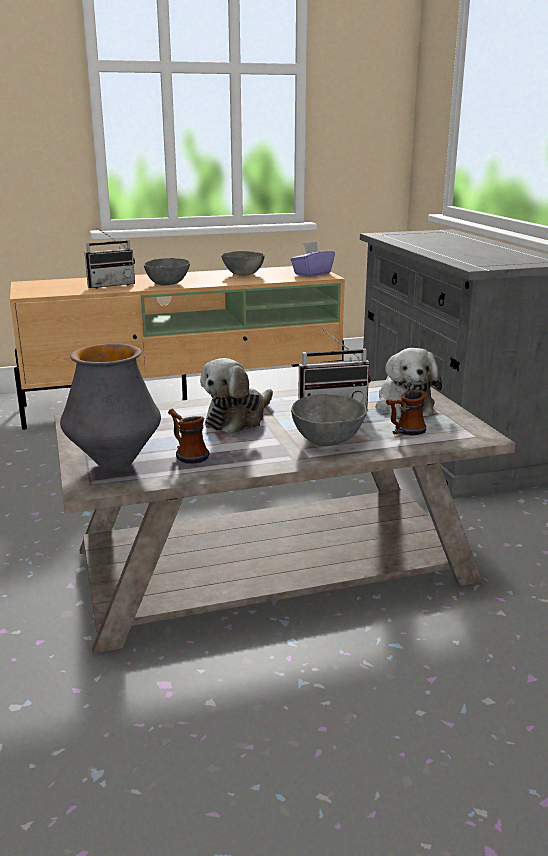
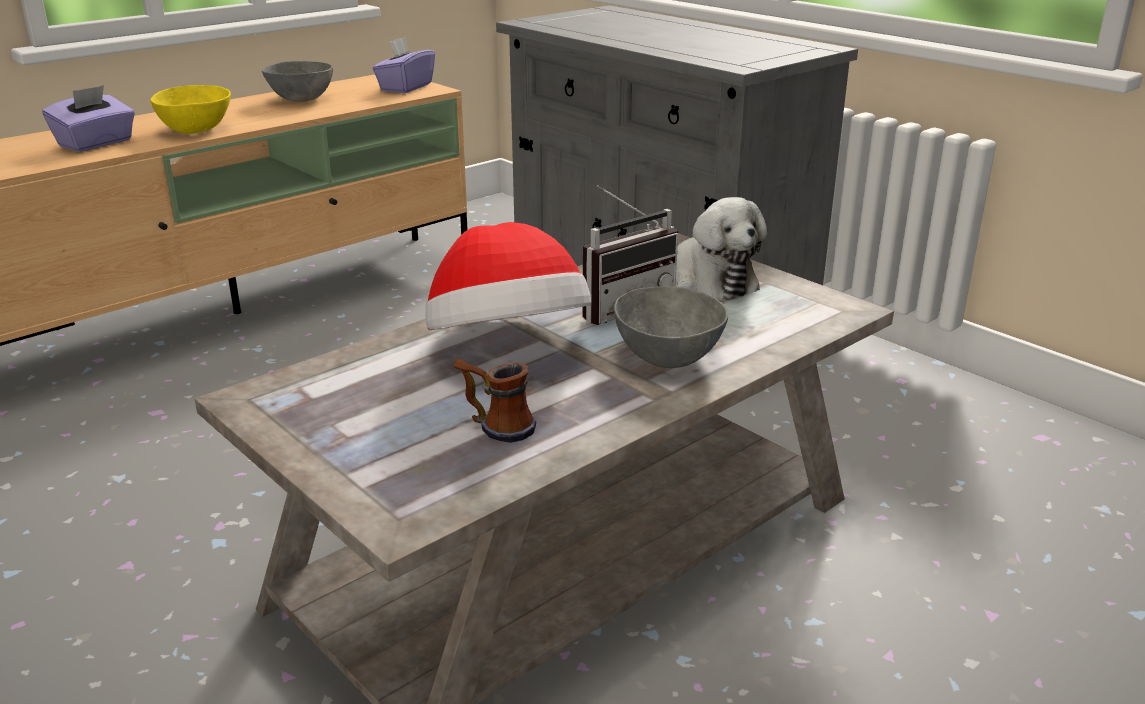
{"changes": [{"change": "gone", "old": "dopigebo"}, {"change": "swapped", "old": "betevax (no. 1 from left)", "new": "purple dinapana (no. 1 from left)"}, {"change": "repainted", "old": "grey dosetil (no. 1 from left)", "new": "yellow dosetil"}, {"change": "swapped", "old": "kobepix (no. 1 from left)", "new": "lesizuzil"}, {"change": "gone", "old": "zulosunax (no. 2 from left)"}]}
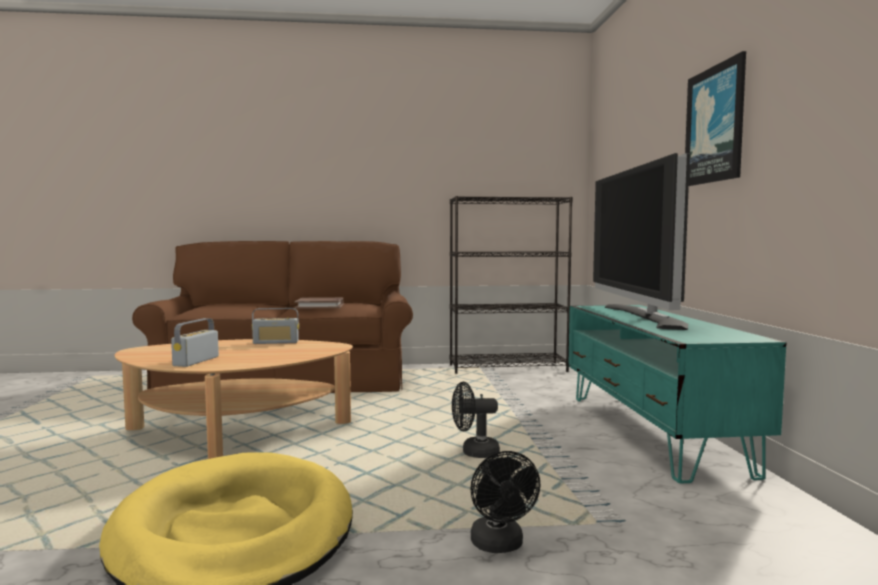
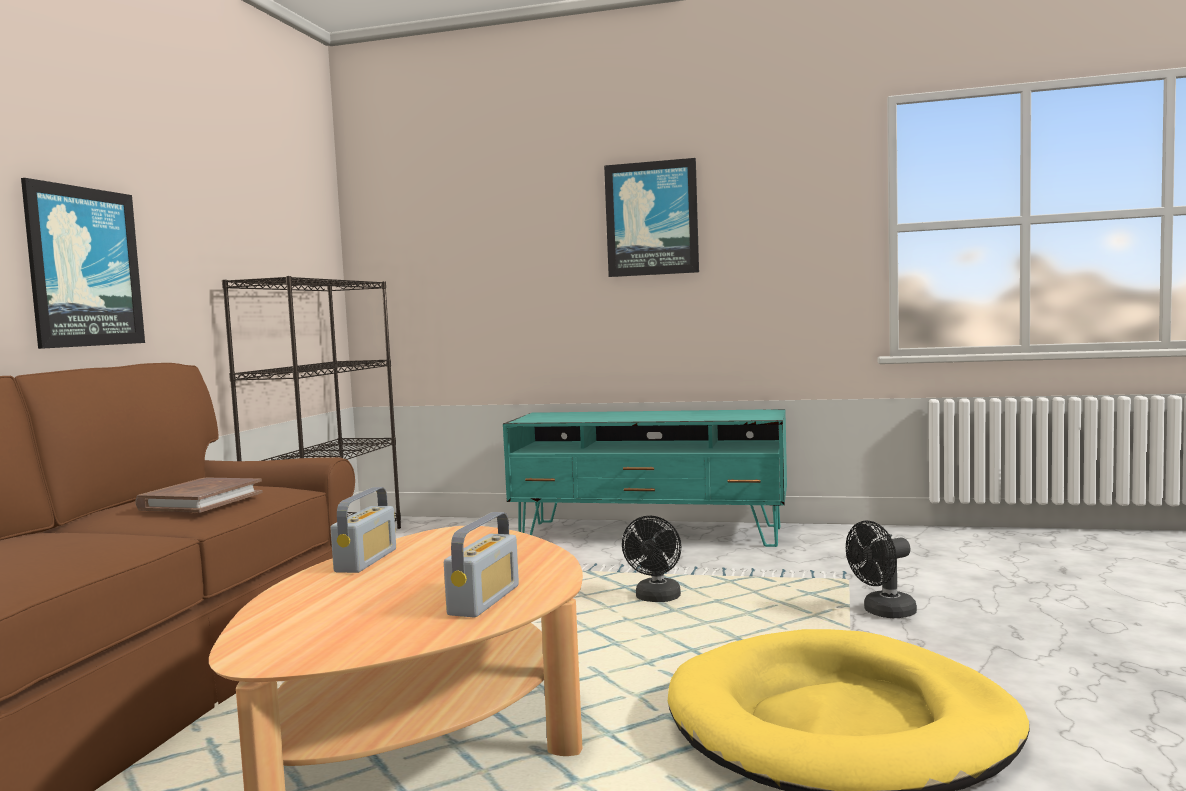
{"changes": [{"change": "rotated", "old": "betevax (no. 1 from left in the first image)", "degrees": -105}, {"change": "rotated", "old": "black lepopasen (no. 2 from left)", "degrees": 150}, {"change": "gone", "old": "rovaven"}, {"change": "new", "new": "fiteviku (no. 1 from left)"}]}
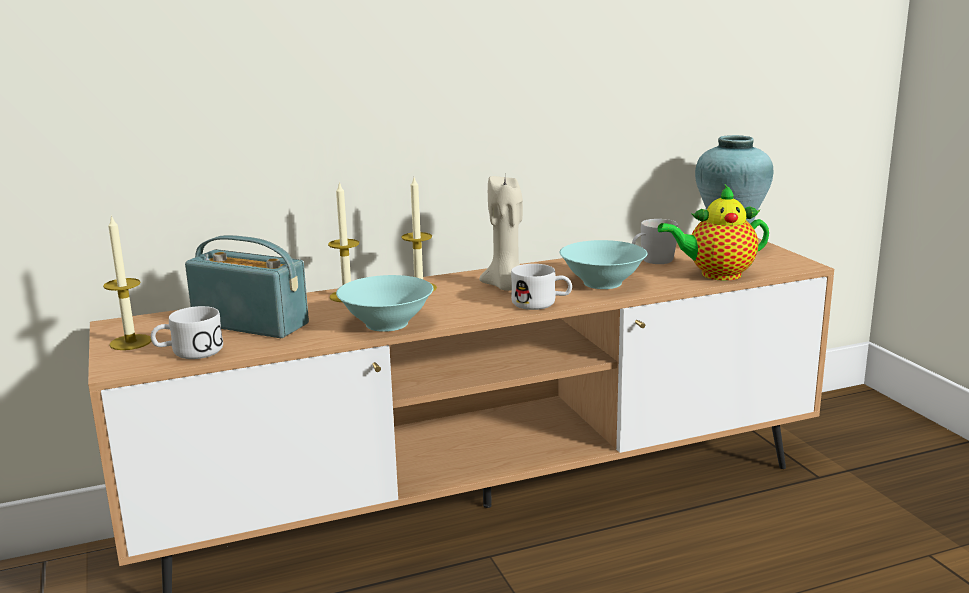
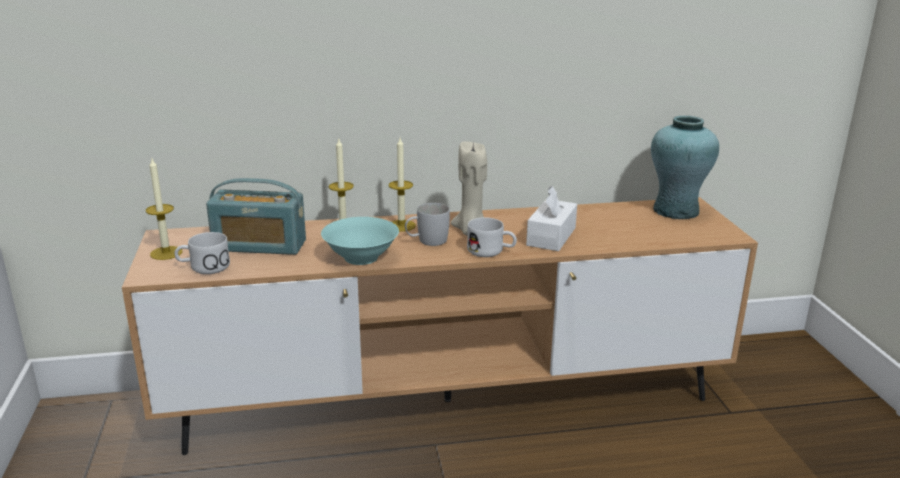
{"changes": [{"change": "rotated", "old": "betevax", "degrees": 150}, {"change": "swapped", "old": "turquoise dosetil (no. 2 from left)", "new": "white dinapana"}, {"change": "shifted", "old": "white zulosunax (no. 3 from left in the first image)", "new": "white zulosunax (no. 2 from left)"}, {"change": "gone", "old": "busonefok"}]}
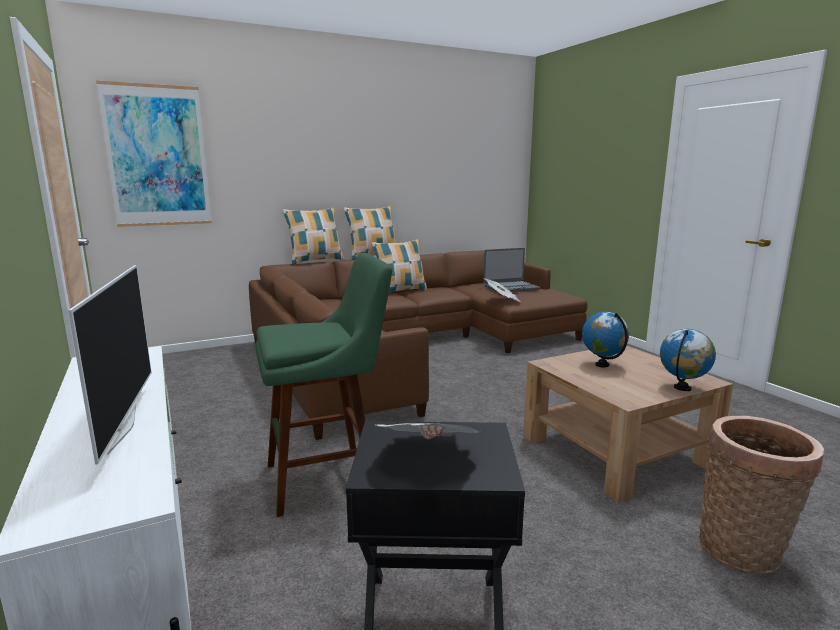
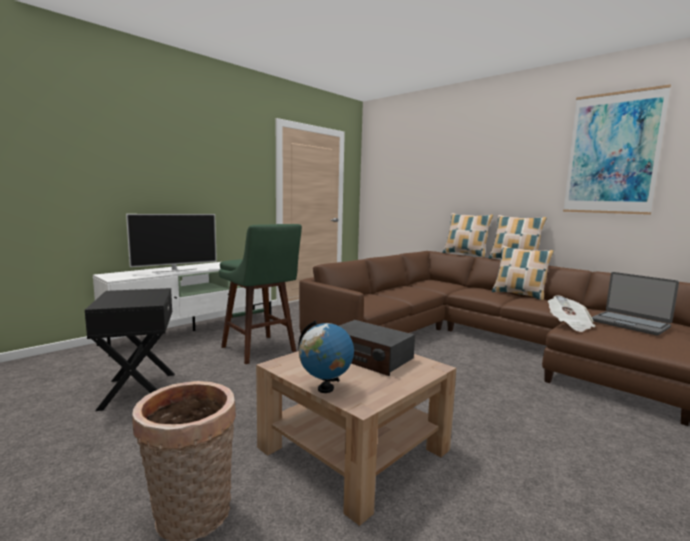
{"changes": [{"change": "shifted", "old": "fiteviku"}, {"change": "gone", "old": "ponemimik (no. 1 from left)"}, {"change": "swapped", "old": "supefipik (no. 1 from left)", "new": "betevax"}]}
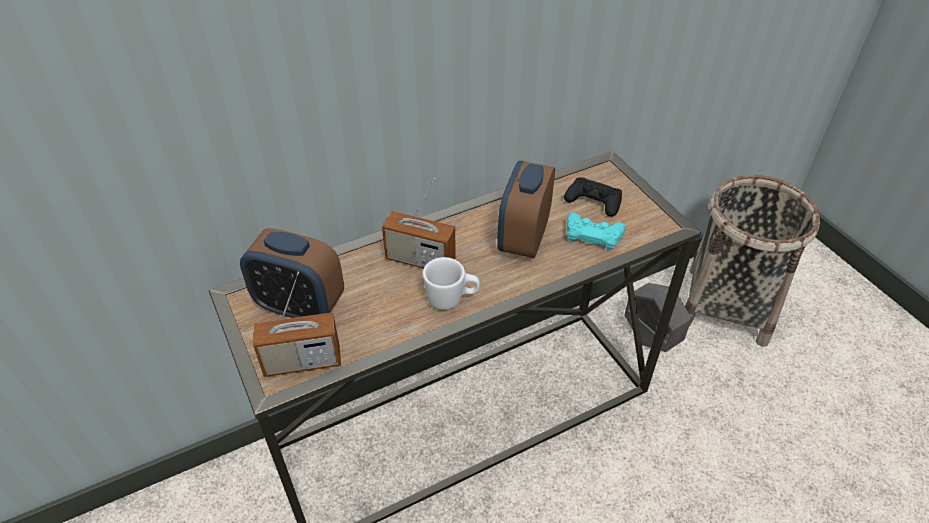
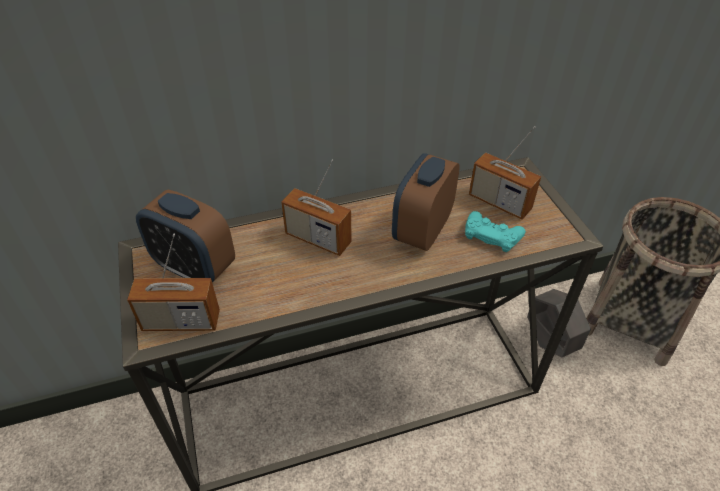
{"changes": [{"change": "gone", "old": "white zulosunax"}, {"change": "swapped", "old": "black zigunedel", "new": "betevax (no. 3 from left)"}]}
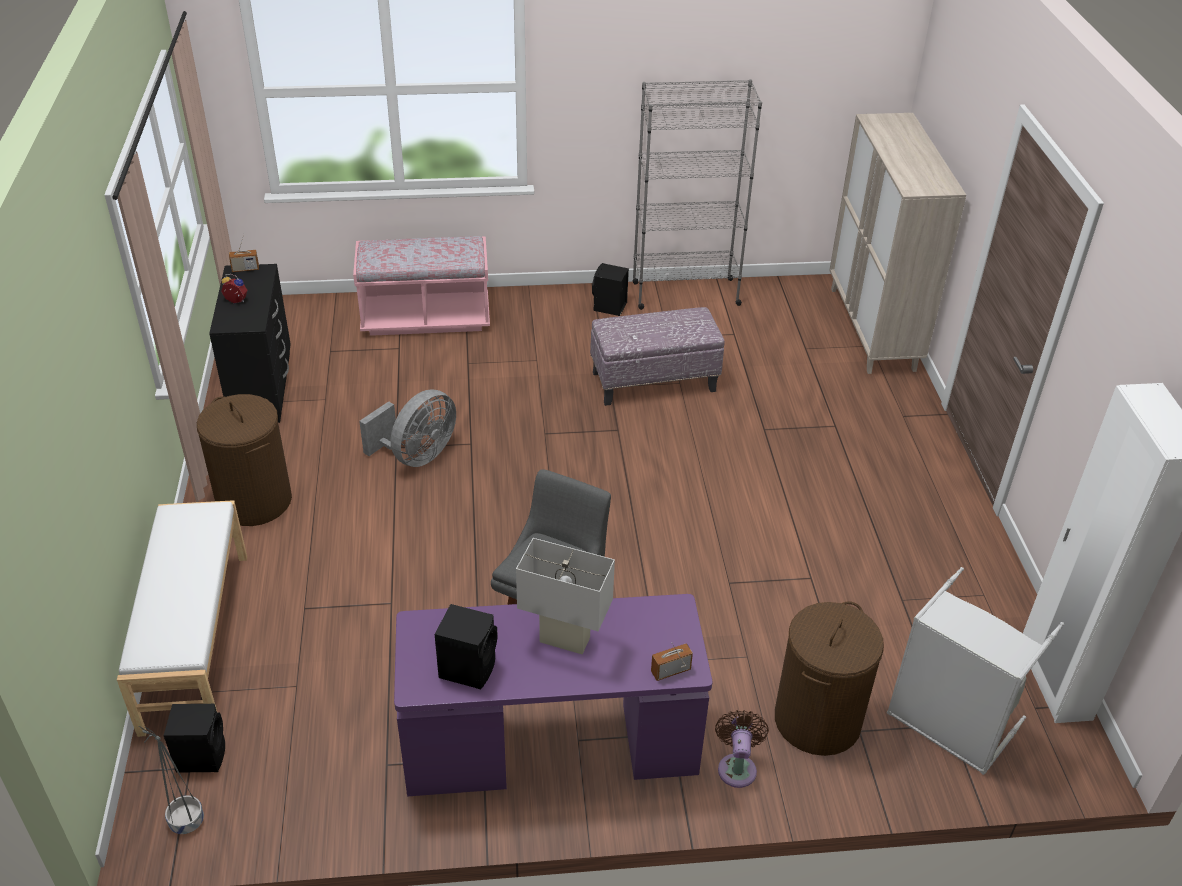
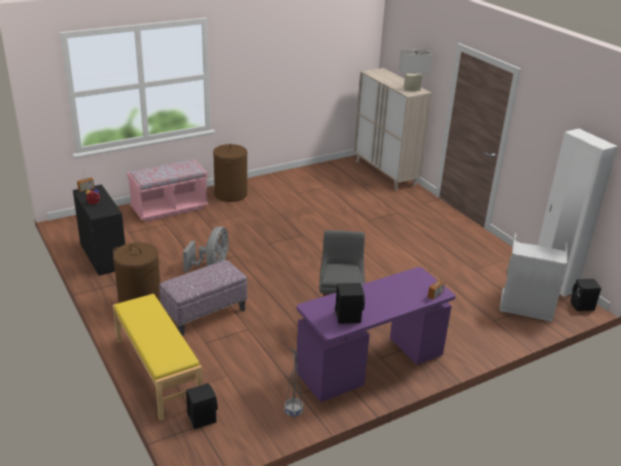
{"changes": [{"change": "repainted", "old": "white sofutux", "new": "yellow sofutux"}, {"change": "shifted", "old": "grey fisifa"}, {"change": "shifted", "old": "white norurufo"}, {"change": "shifted", "old": "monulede"}, {"change": "shifted", "old": "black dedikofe (no. 3 from left)"}, {"change": "gone", "old": "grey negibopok"}, {"change": "gone", "old": "brown lepopasen"}, {"change": "shifted", "old": "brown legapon (no. 2 from left)"}]}
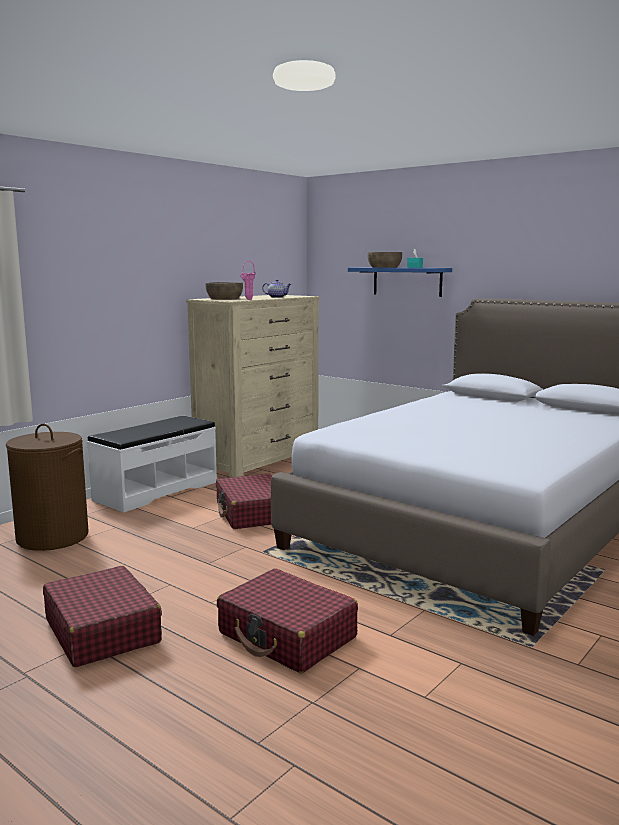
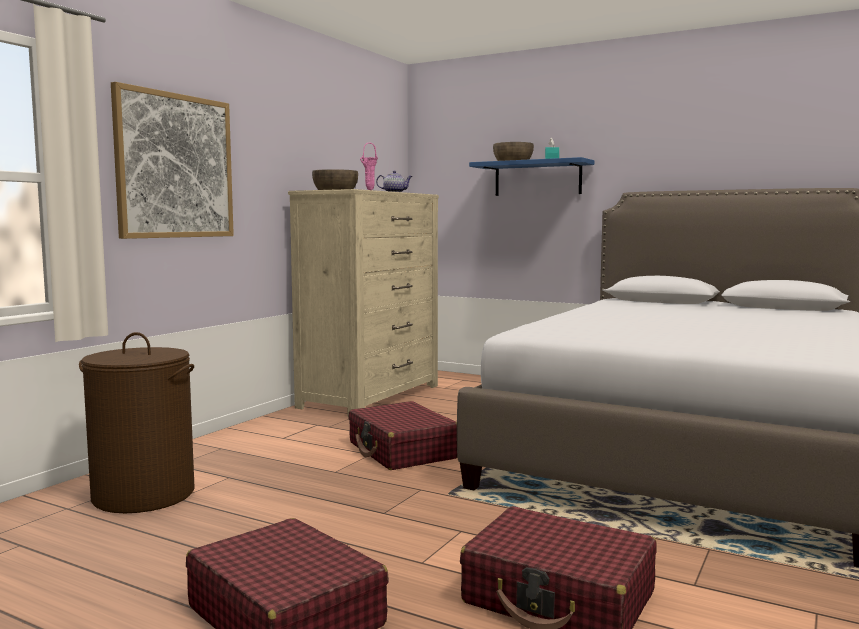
{"changes": [{"change": "gone", "old": "white sofutux"}, {"change": "new", "new": "fiteviku"}]}
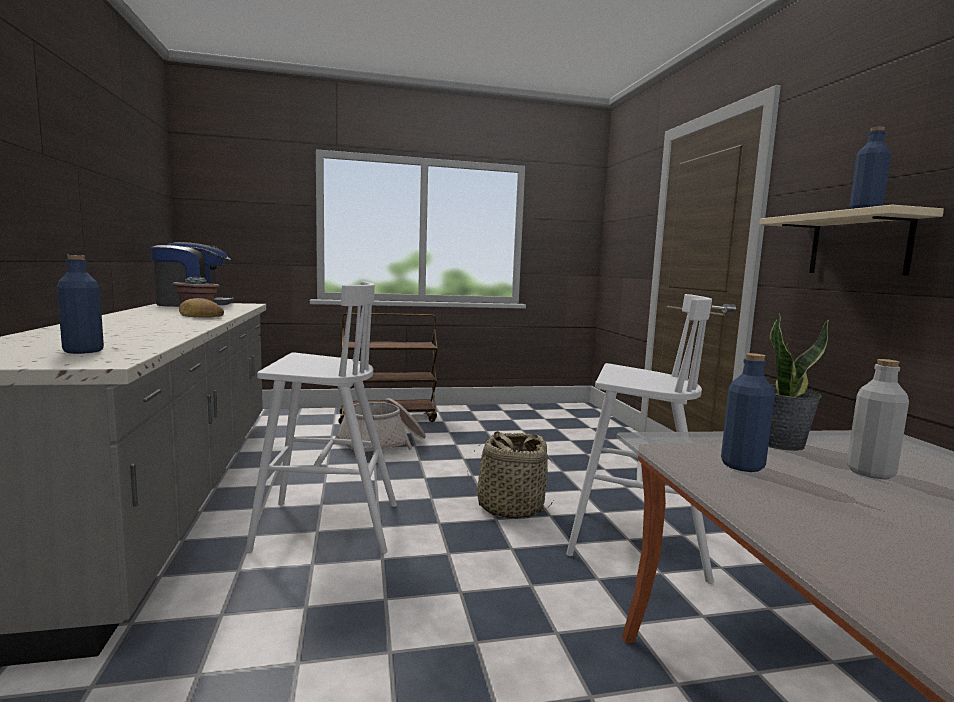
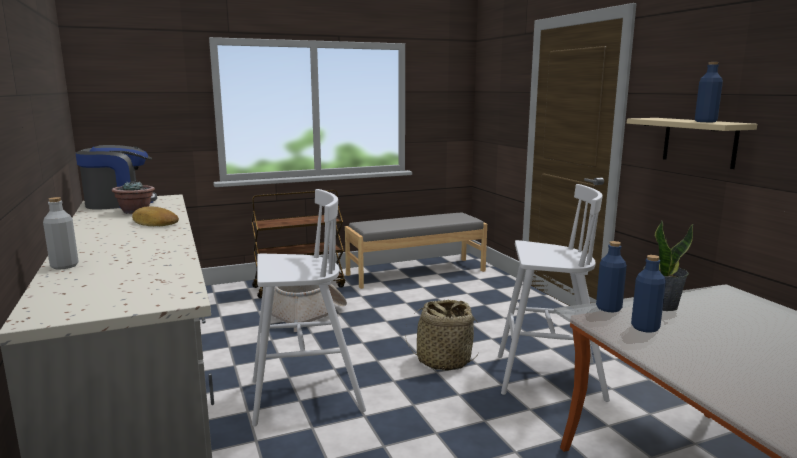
{"changes": [{"change": "shifted", "old": "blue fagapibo (no. 1 from left)"}, {"change": "shifted", "old": "grey fagapibo"}, {"change": "new", "new": "grey sofutux"}]}
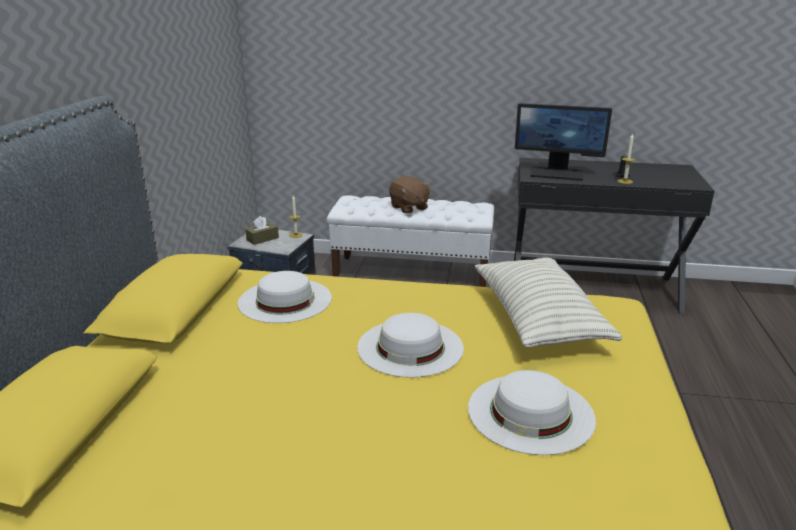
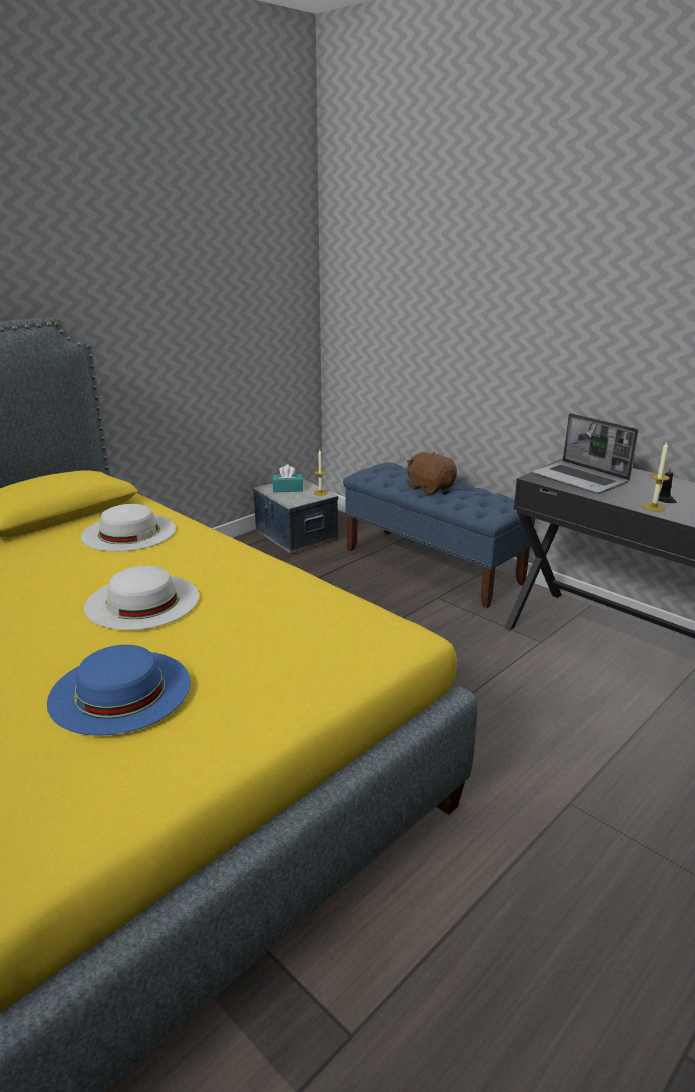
{"changes": [{"change": "repainted", "old": "brown dinapana", "new": "turquoise dinapana"}, {"change": "repainted", "old": "white sofutux", "new": "blue sofutux"}, {"change": "rotated", "old": "brown kobepix", "degrees": 135}, {"change": "repainted", "old": "white lesizuzil (no. 3 from left)", "new": "blue lesizuzil"}, {"change": "gone", "old": "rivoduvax"}, {"change": "swapped", "old": "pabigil", "new": "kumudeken"}]}
